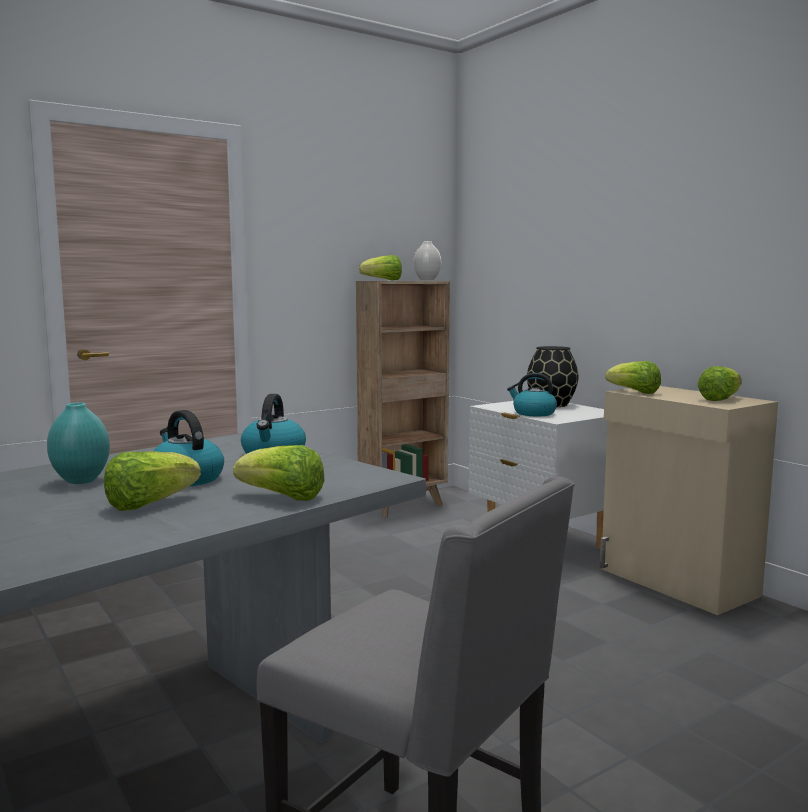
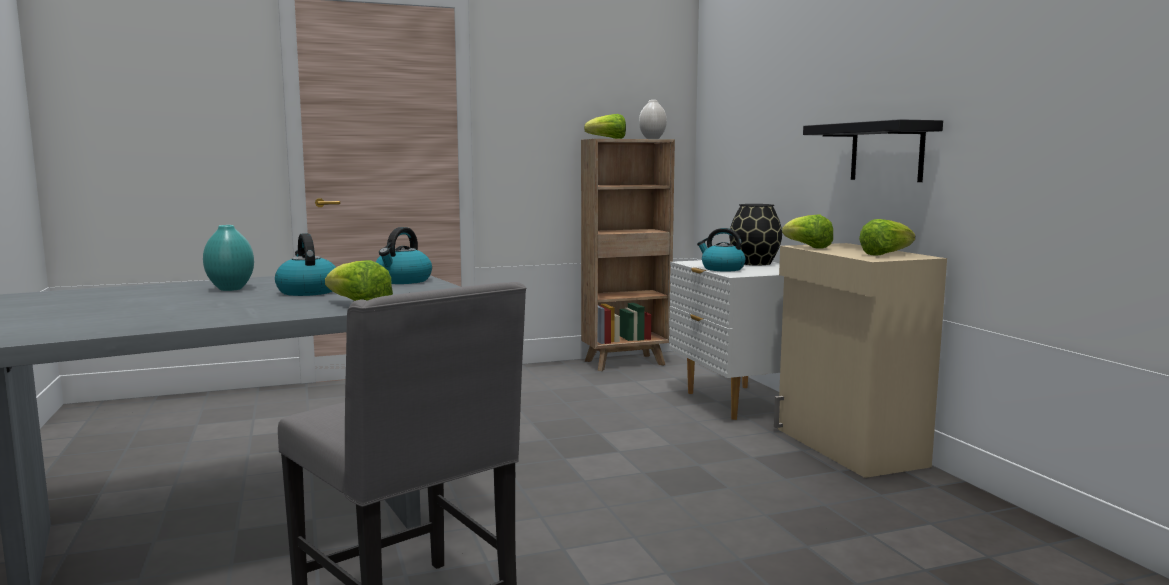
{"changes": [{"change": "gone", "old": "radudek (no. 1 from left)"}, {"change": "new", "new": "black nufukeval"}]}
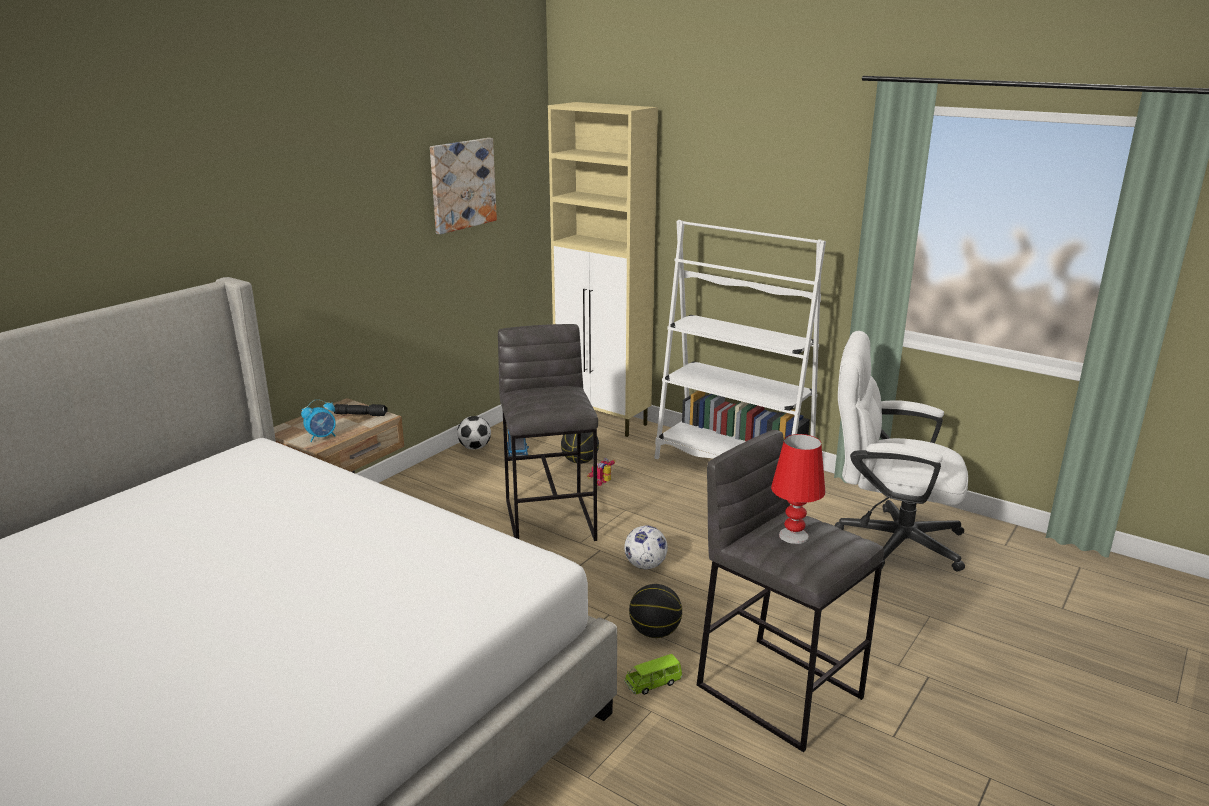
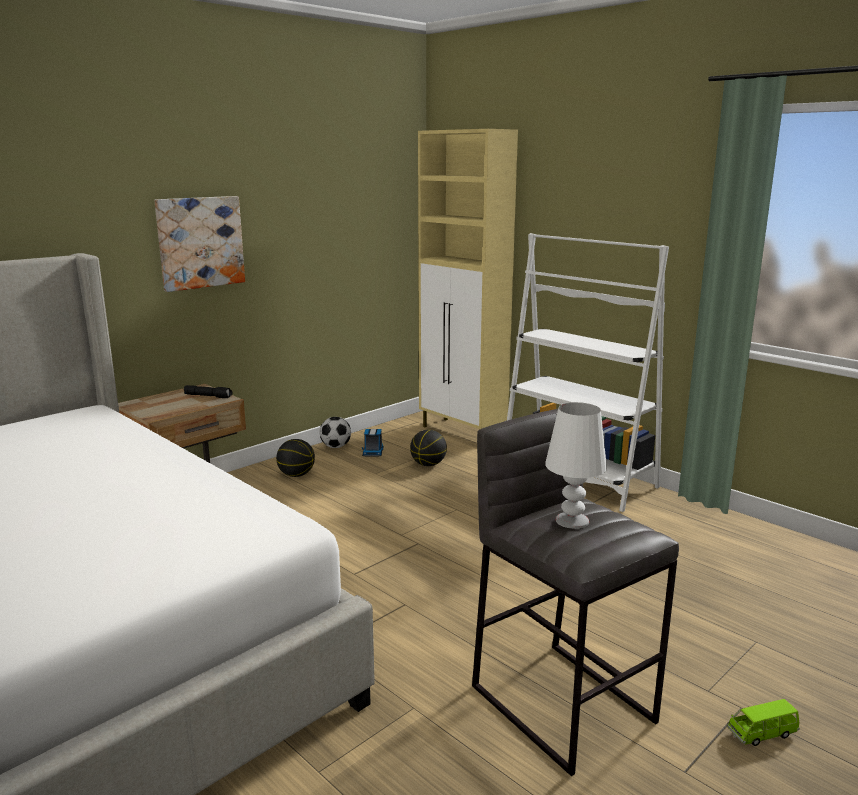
{"changes": [{"change": "gone", "old": "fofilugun"}, {"change": "shifted", "old": "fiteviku"}, {"change": "gone", "old": "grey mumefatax (no. 1 from left)"}, {"change": "gone", "old": "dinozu"}, {"change": "gone", "old": "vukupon (no. 2 from left)"}, {"change": "shifted", "old": "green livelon"}, {"change": "shifted", "old": "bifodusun (no. 2 from left in the first image)", "new": "bifodusun (no. 1 from left)"}, {"change": "repainted", "old": "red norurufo", "new": "white norurufo"}, {"change": "gone", "old": "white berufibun"}]}
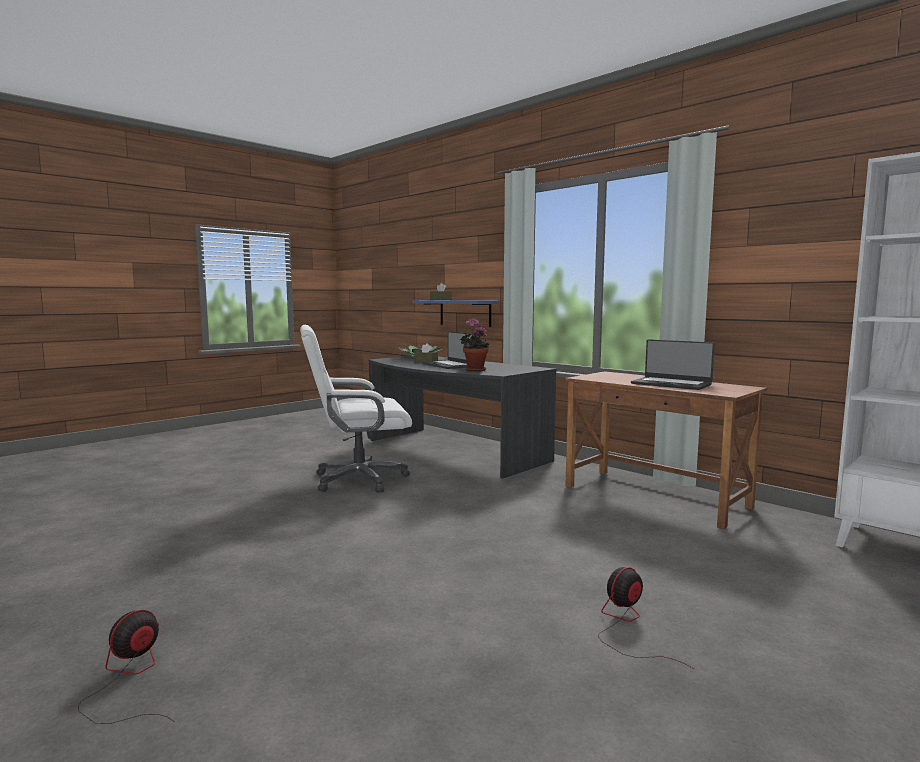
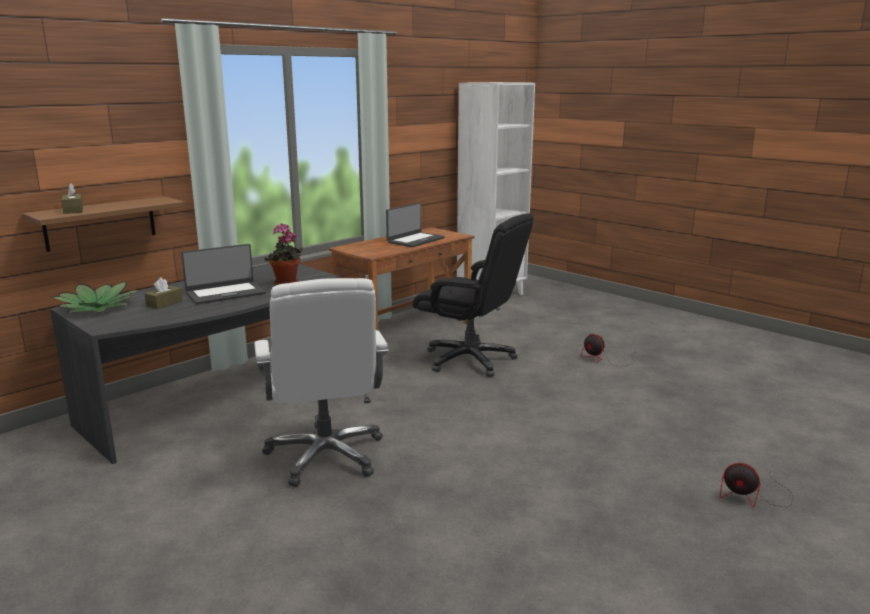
{"changes": [{"change": "repainted", "old": "blue nufukeval", "new": "brown nufukeval"}, {"change": "new", "new": "black berufibun"}]}
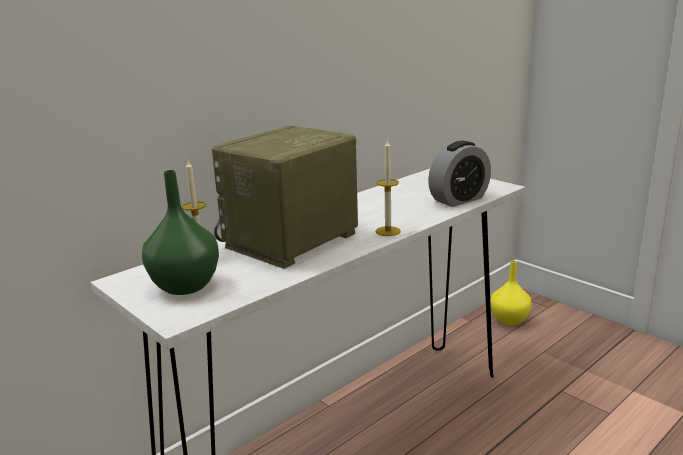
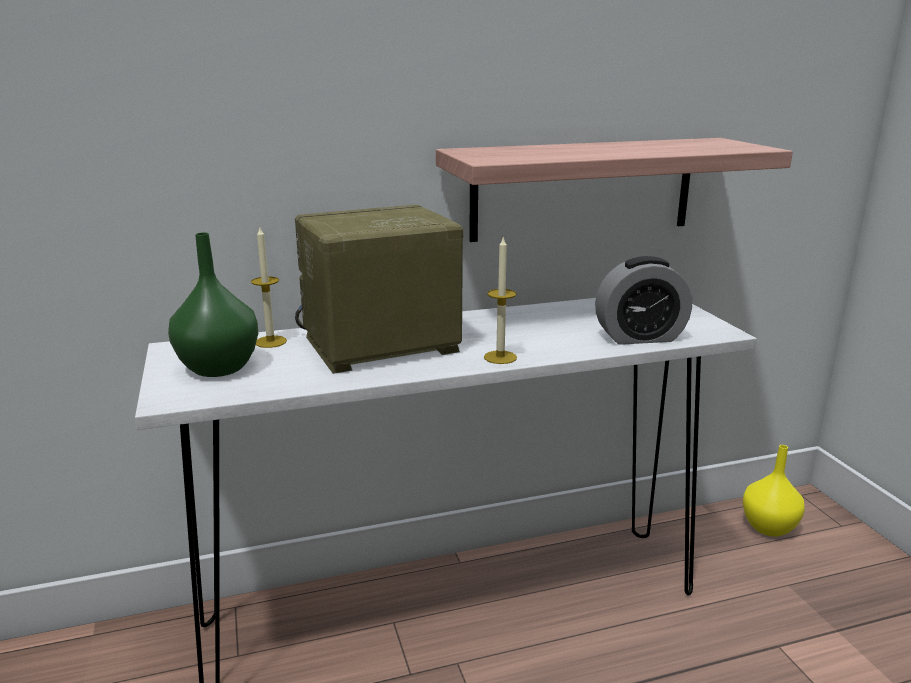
{"changes": [{"change": "new", "new": "nufukeval"}]}
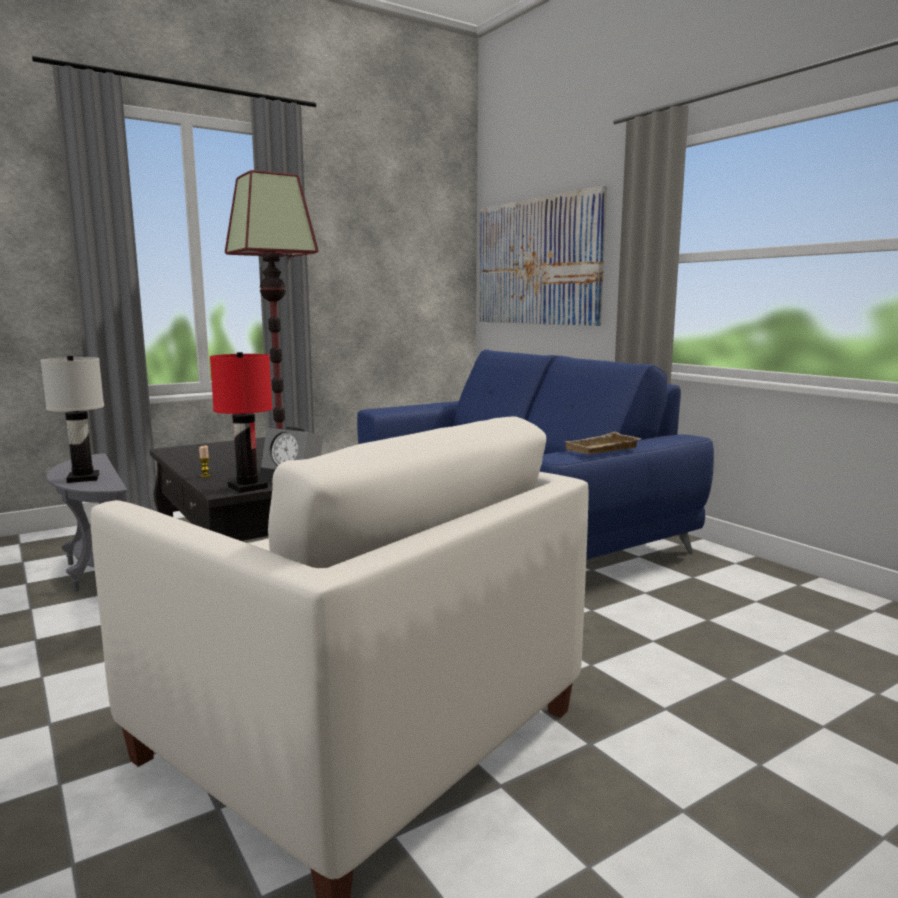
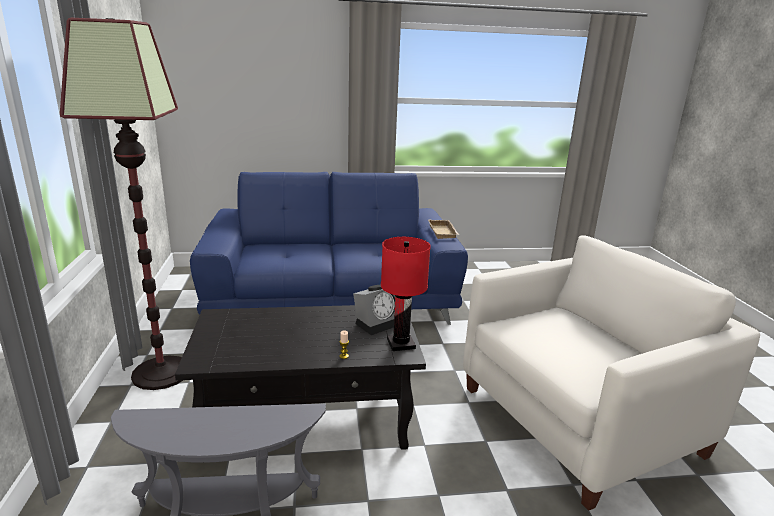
{"changes": [{"change": "gone", "old": "white norurufo"}, {"change": "gone", "old": "fiteviku"}]}
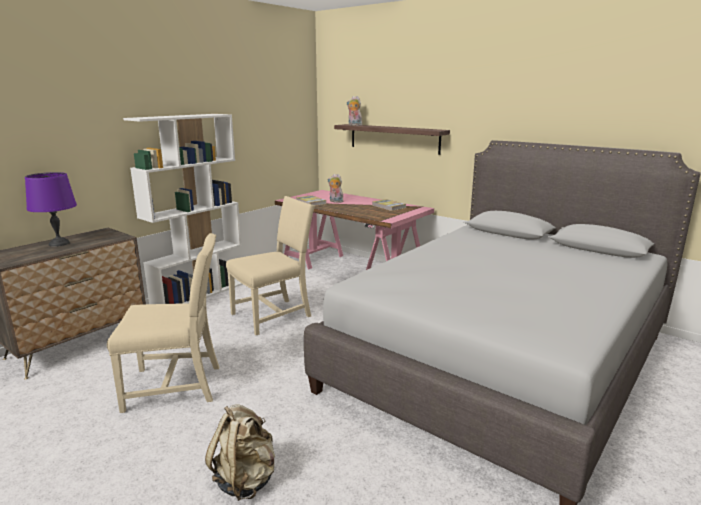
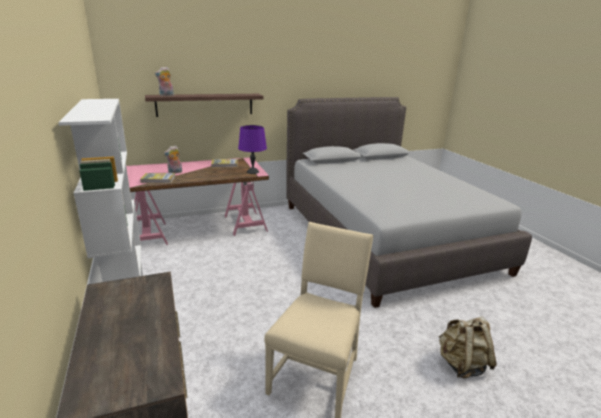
{"changes": [{"change": "shifted", "old": "purple norurufo"}, {"change": "gone", "old": "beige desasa (no. 2 from left)"}]}
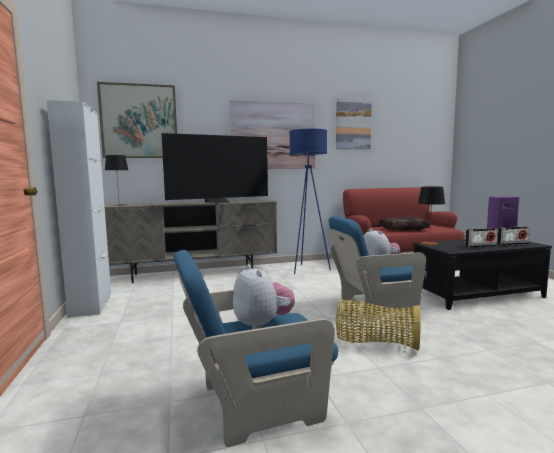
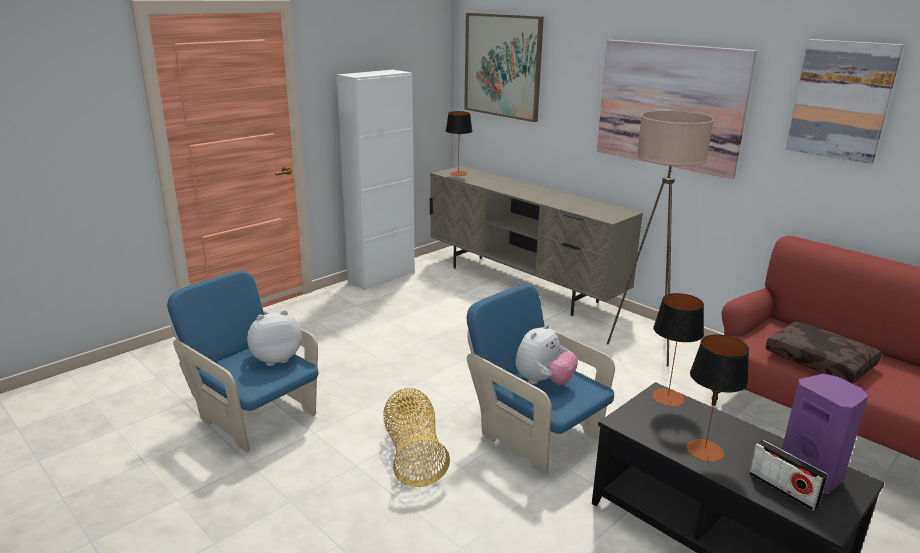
{"changes": [{"change": "gone", "old": "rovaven"}, {"change": "rotated", "old": "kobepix (no. 1 from left)", "degrees": -150}, {"change": "repainted", "old": "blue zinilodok", "new": "beige zinilodok"}, {"change": "swapped", "old": "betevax (no. 1 from left)", "new": "norurufo (no. 3 from left)"}]}
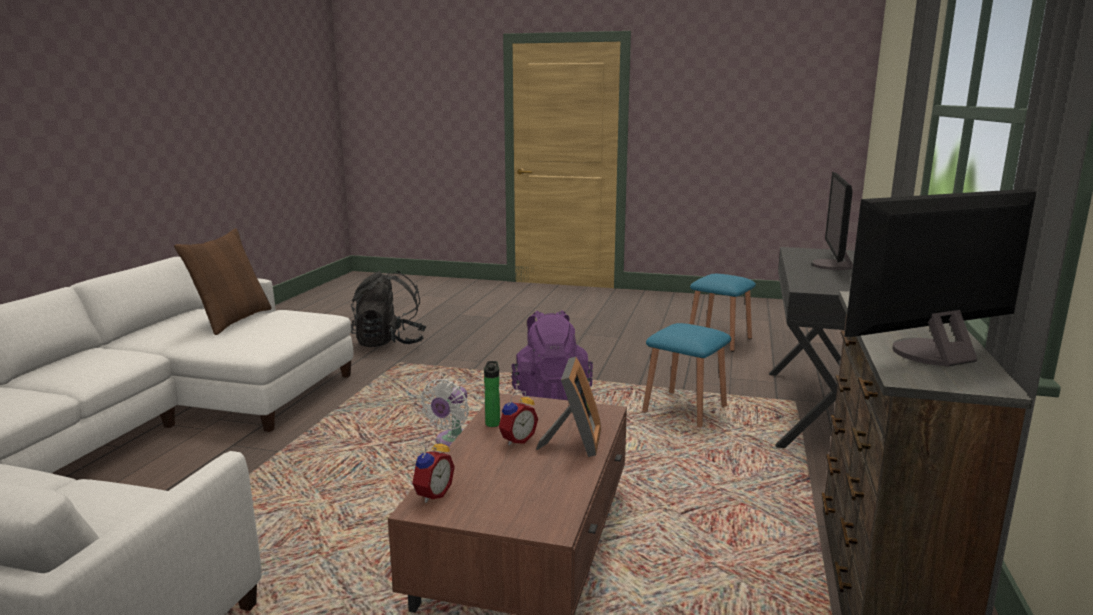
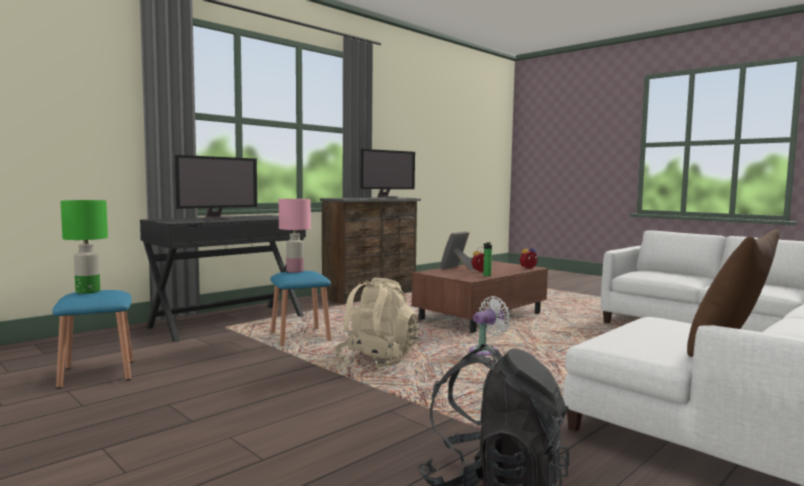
{"changes": [{"change": "repainted", "old": "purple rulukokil", "new": "beige rulukokil"}, {"change": "rotated", "old": "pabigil (no. 2 from left)", "degrees": -45}, {"change": "new", "new": "green norurufo"}, {"change": "new", "new": "pink norurufo"}]}
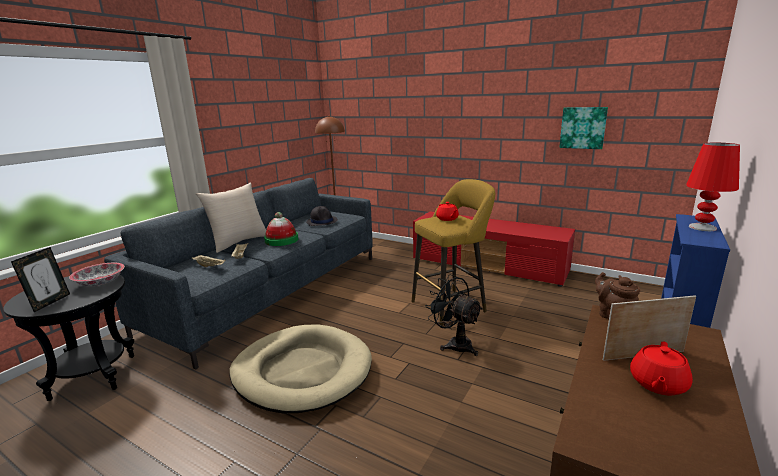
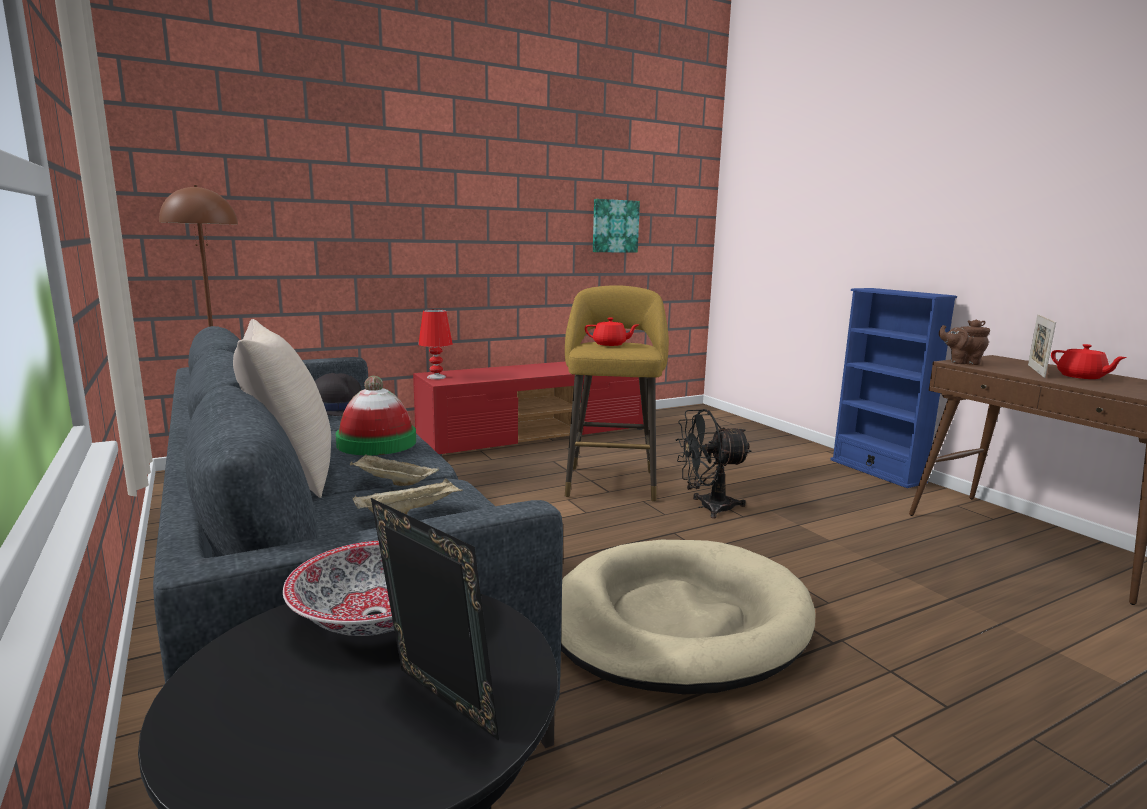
{"changes": [{"change": "shifted", "old": "red norurufo"}]}
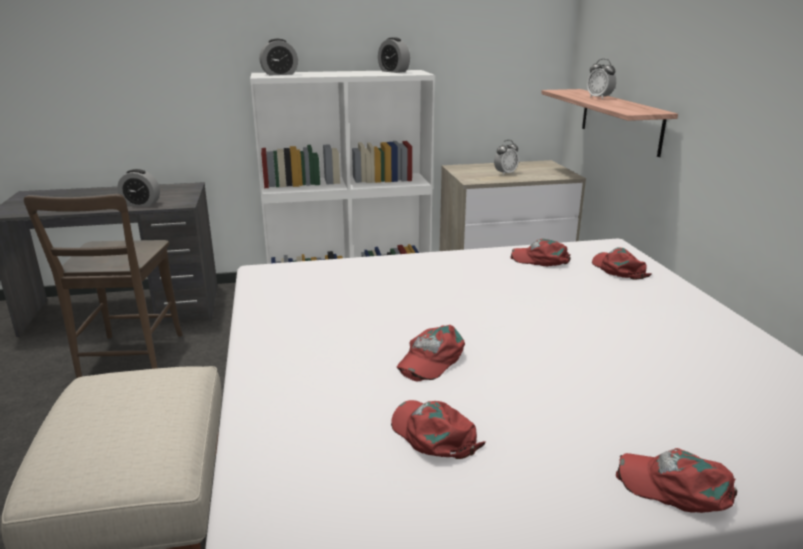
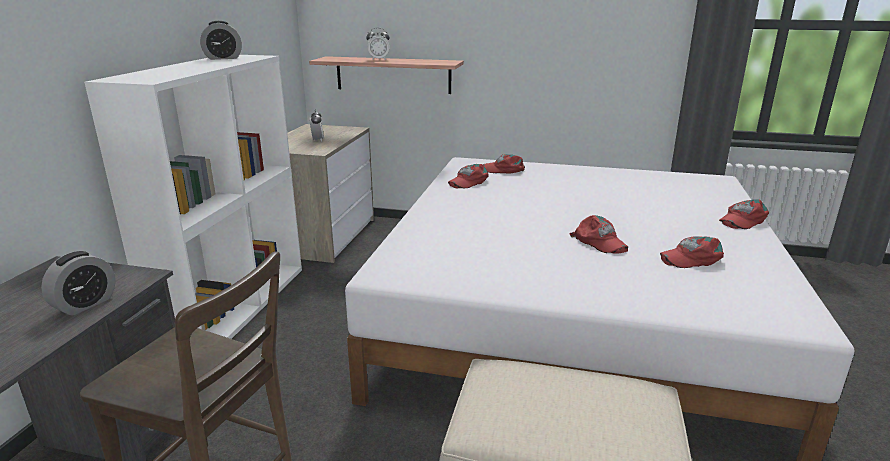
{"changes": [{"change": "gone", "old": "fofilugun (no. 2 from left)"}]}
